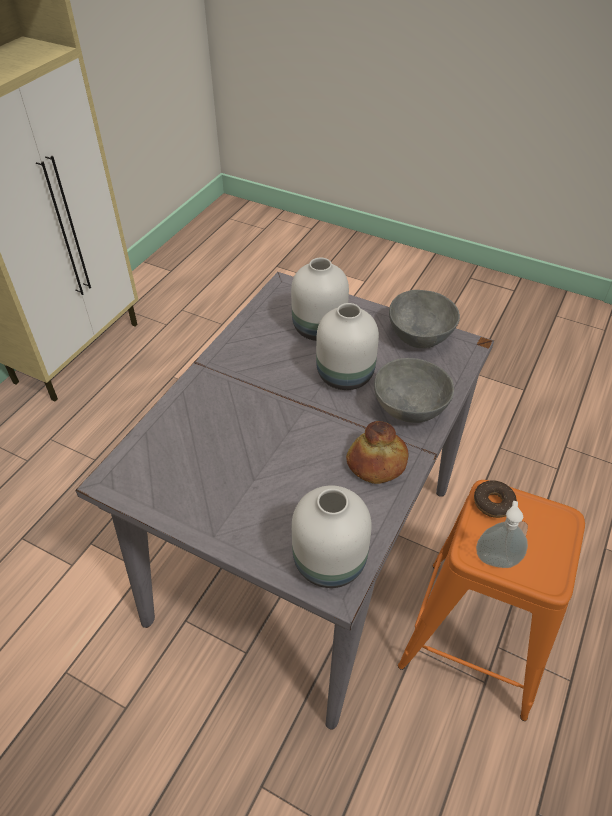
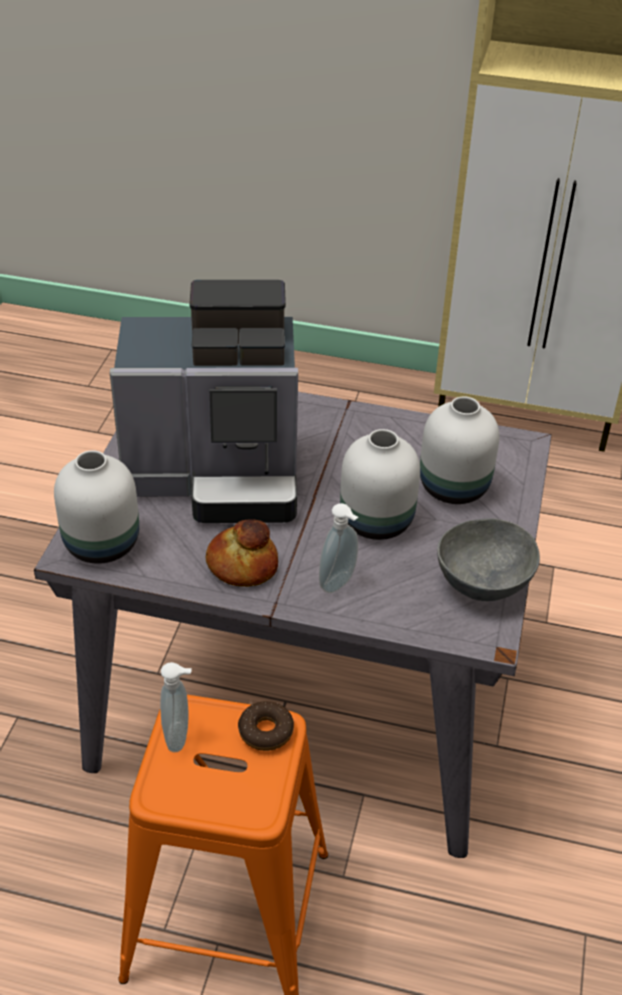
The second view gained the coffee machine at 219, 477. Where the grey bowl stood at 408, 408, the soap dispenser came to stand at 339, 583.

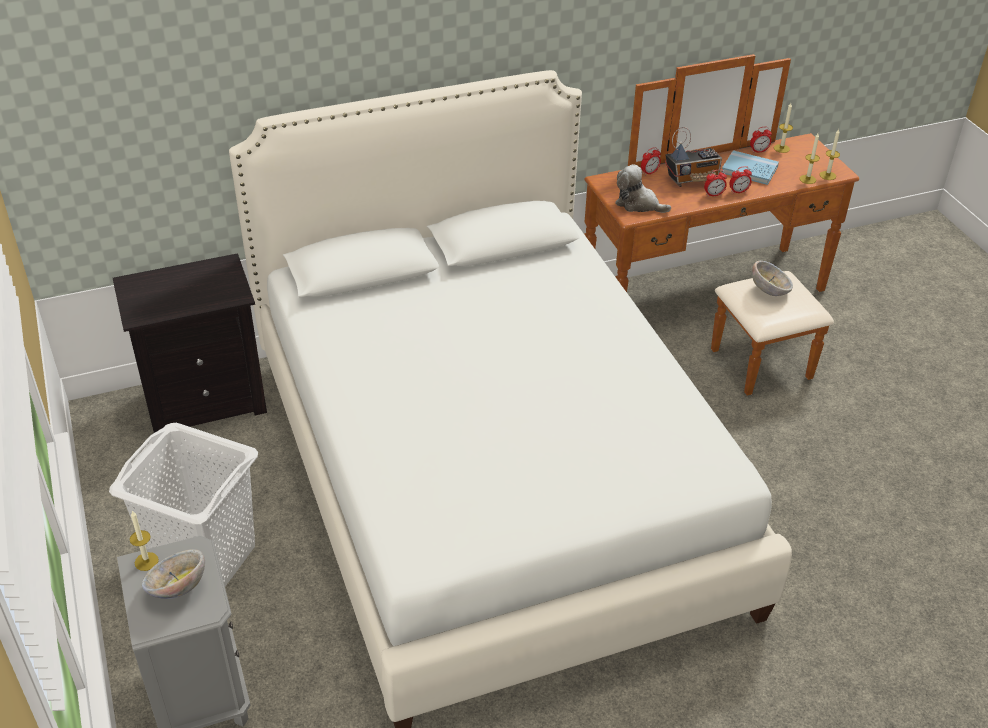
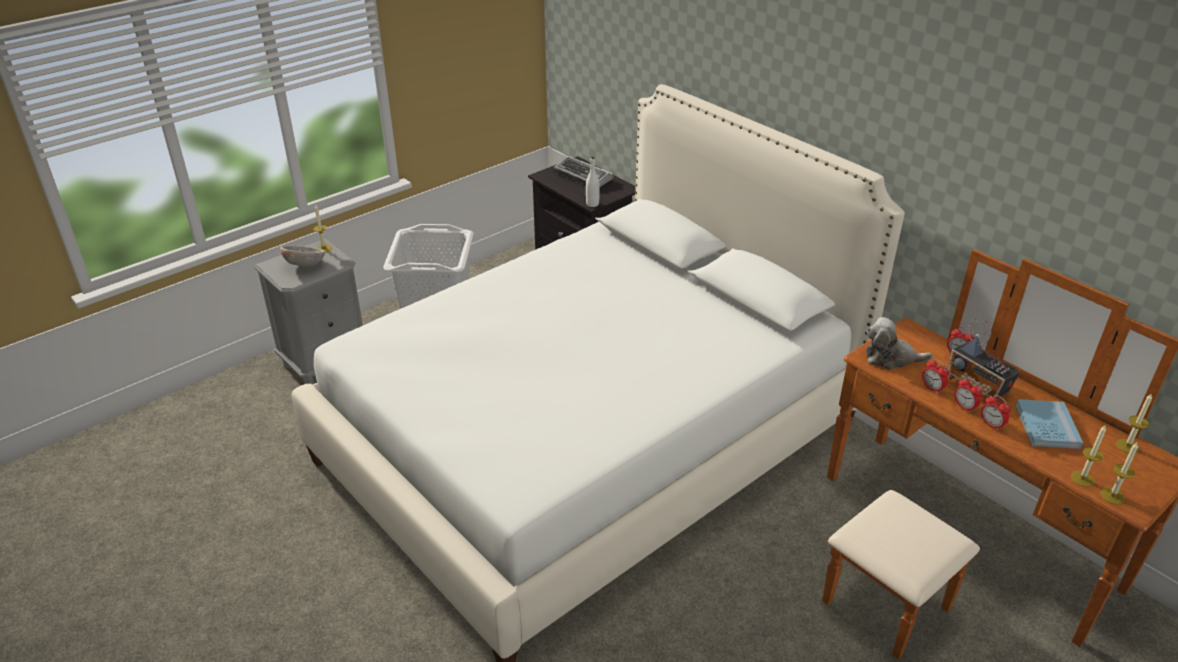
The second view lost the bowl at 769, 290. The second view gained the keyboard at 584, 177. The second view gained the white bottle at 592, 204. The alarm clock ended up elsewhere, having gone from 759, 151 to 932, 388. The plush toy at 638, 204 ended up facing another way, 90 degrees counterclockwise from before.

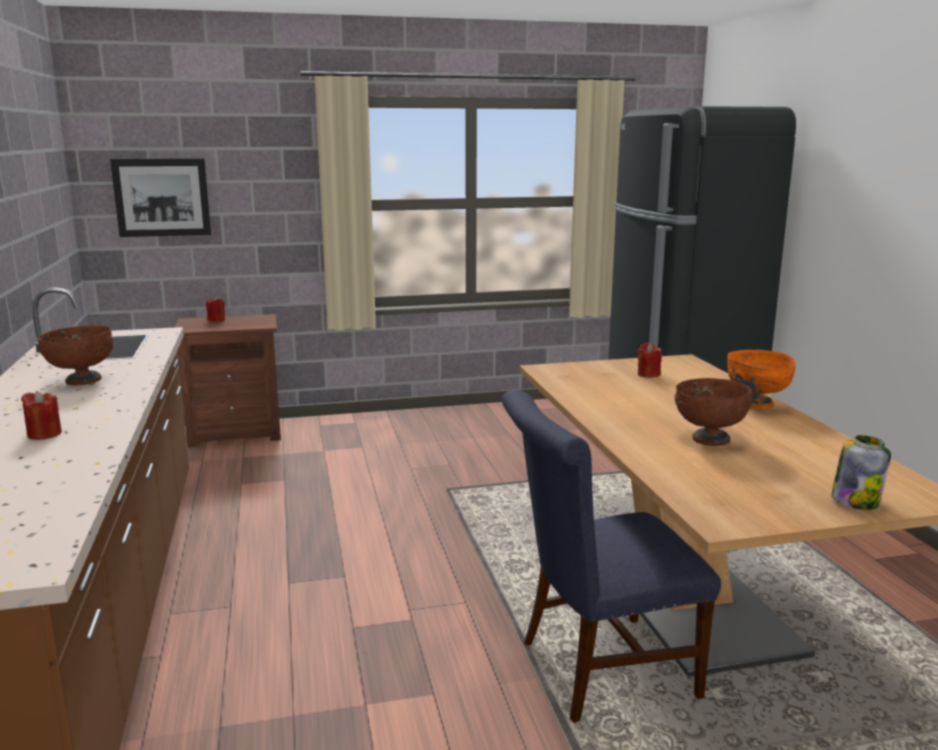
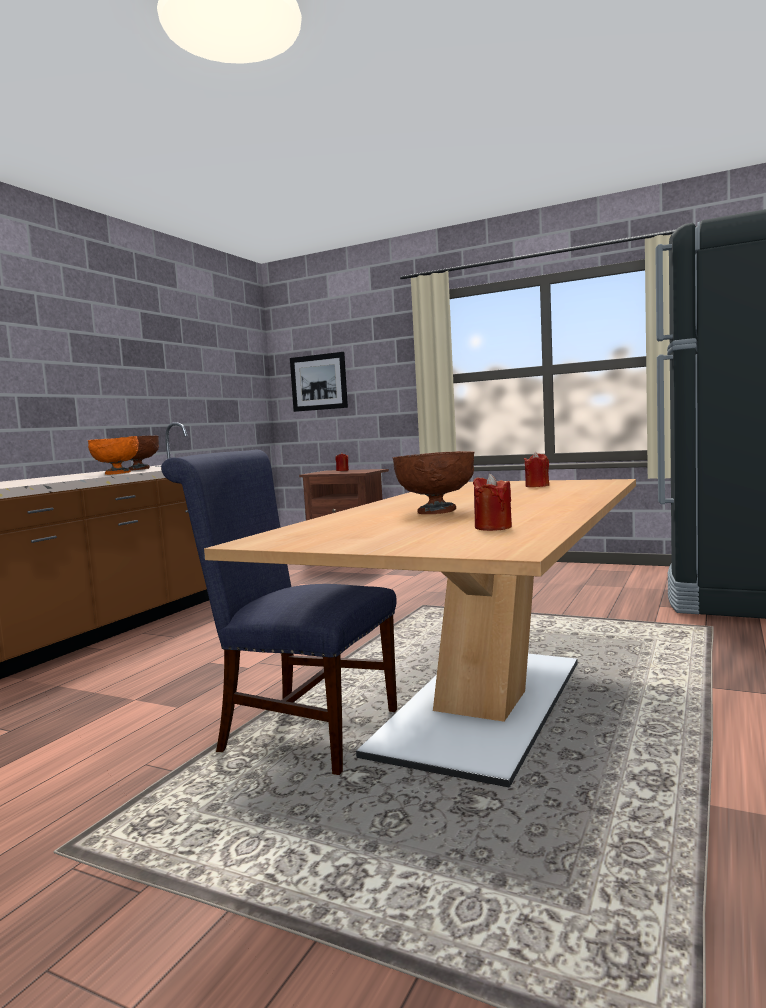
The second view lost the jar at 855, 501. The red candle ended up elsewhere, having gone from 44, 434 to 493, 527. The orange bowl ended up elsewhere, having gone from 756, 404 to 117, 473.

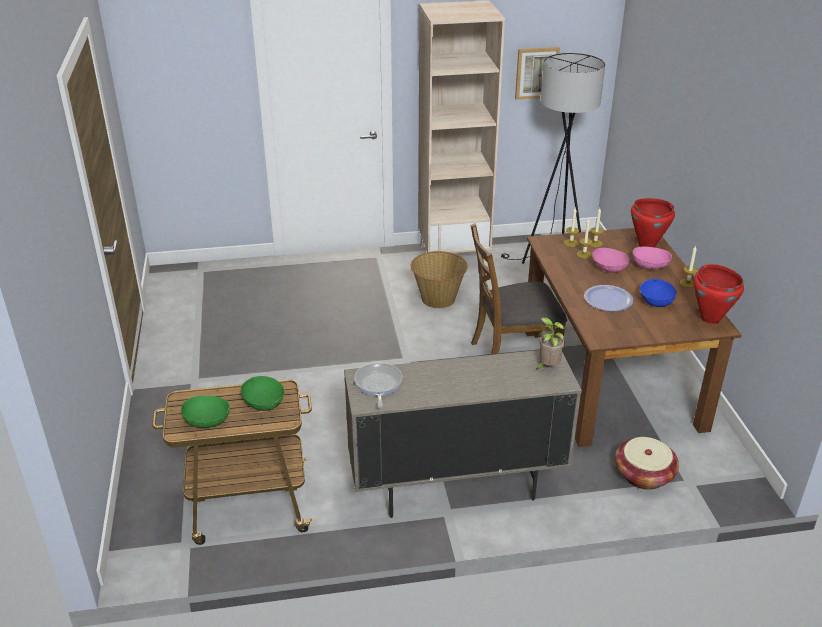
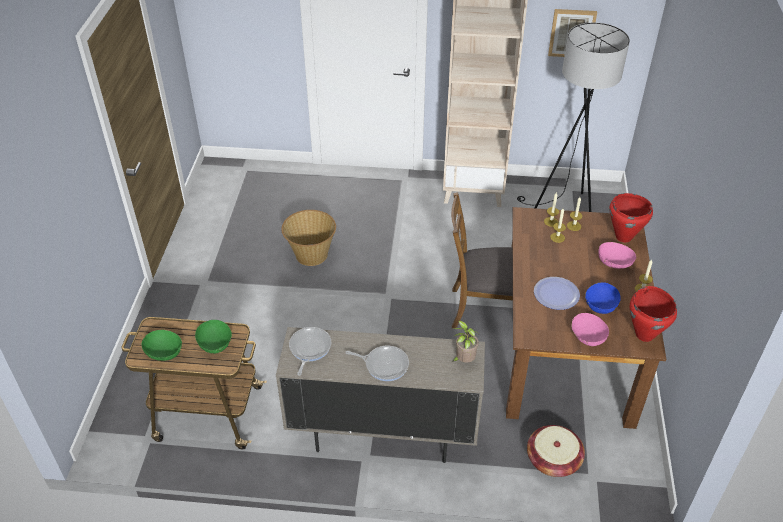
The second view gained the frying pan at 384, 365. The basket ended up elsewhere, having gone from 438, 299 to 311, 255. The pink bowl ended up elsewhere, having gone from 608, 269 to 587, 337.

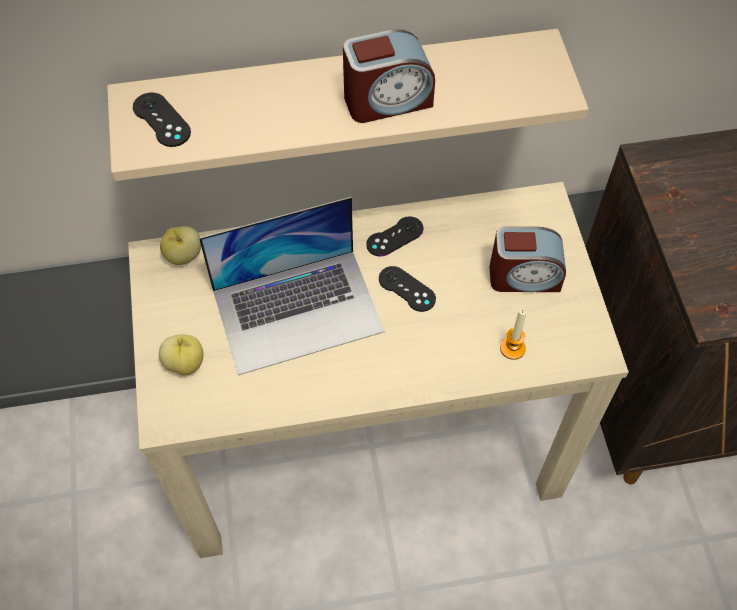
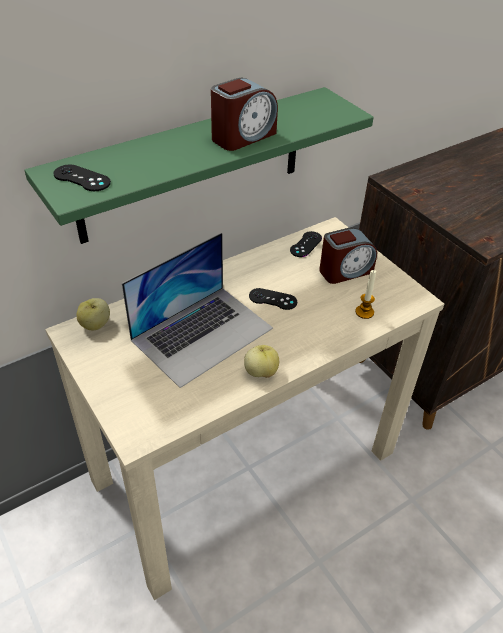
The apple ended up elsewhere, having gone from 185, 363 to 261, 372. The black game controller ended up elsewhere, having gone from 395, 236 to 306, 244. What was the beige shelf at 338, 99 turned into the green shelf at 193, 165.

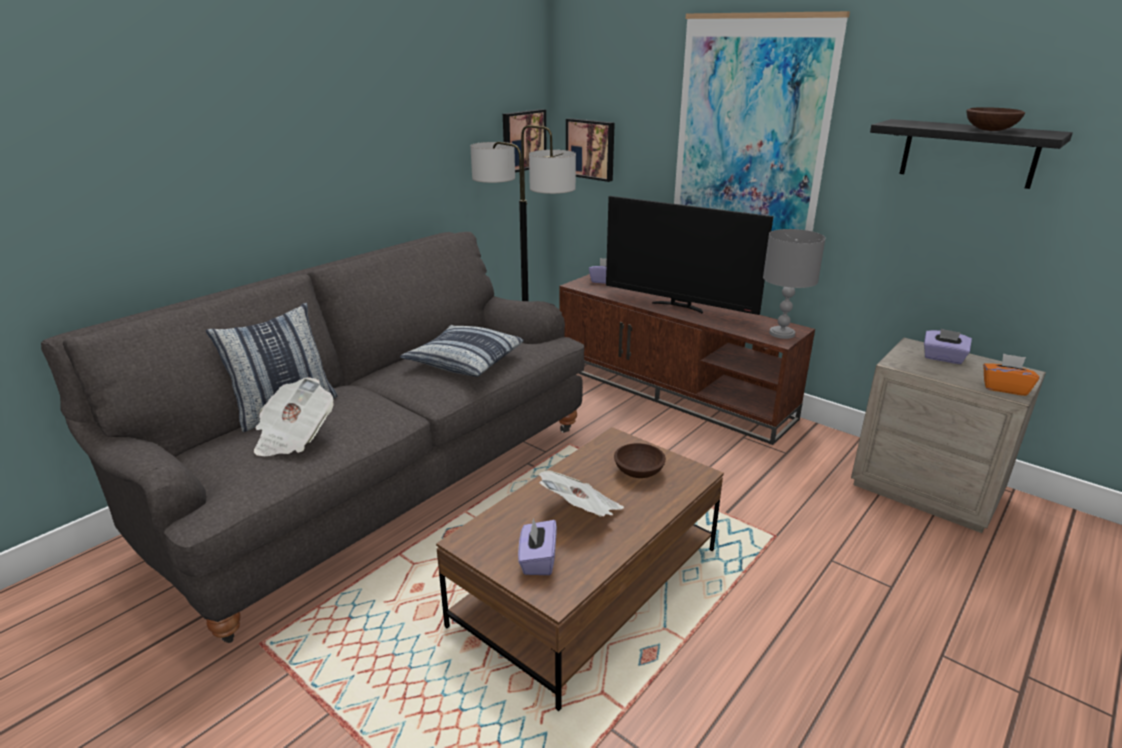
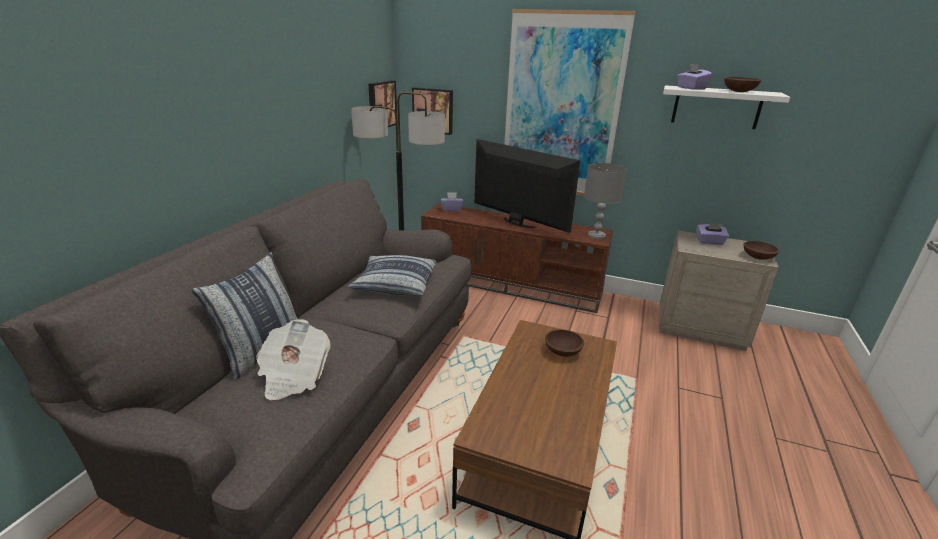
The second view lost the newspaper at 581, 512. The purple tissue box ended up elsewhere, having gone from 538, 560 to 691, 88. Where the orange tissue box stood at 1004, 388, the brown bowl came to stand at 757, 257. What was the black shelf at 968, 153 turned into the white shelf at 716, 107. The television at 679, 306 ended up facing another way, 150 degrees counterclockwise from before.

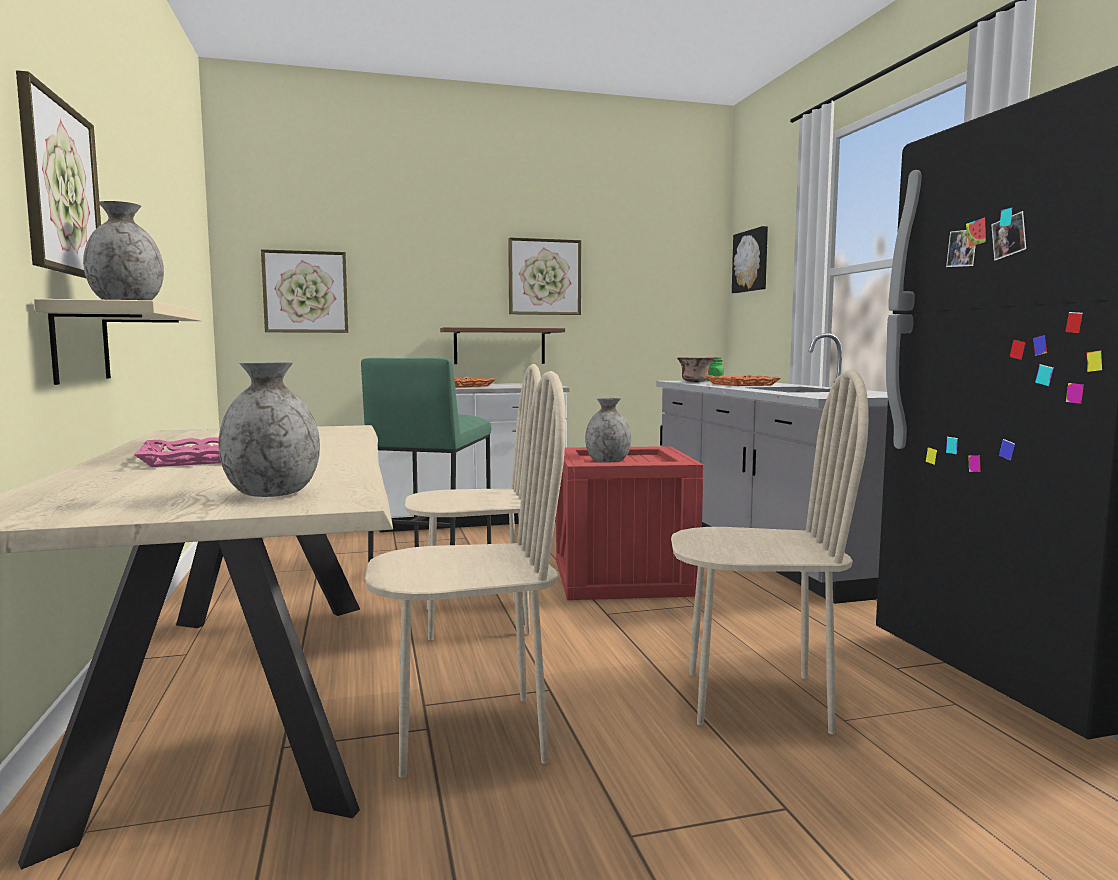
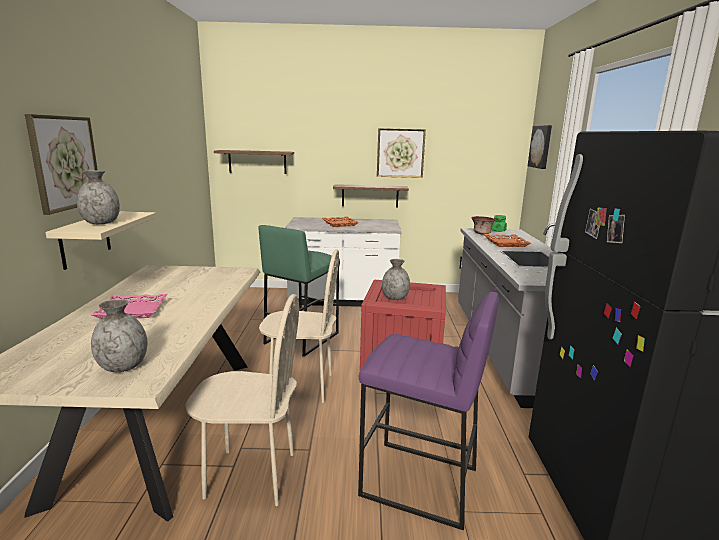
Where the picture hung at 305, 292, the brown shelf came to hang at 257, 162. Where the beige chair stood at 756, 700, the purple stool came to stand at 418, 483.

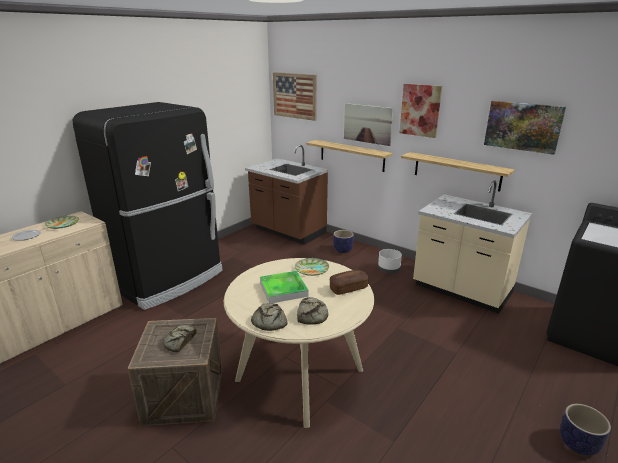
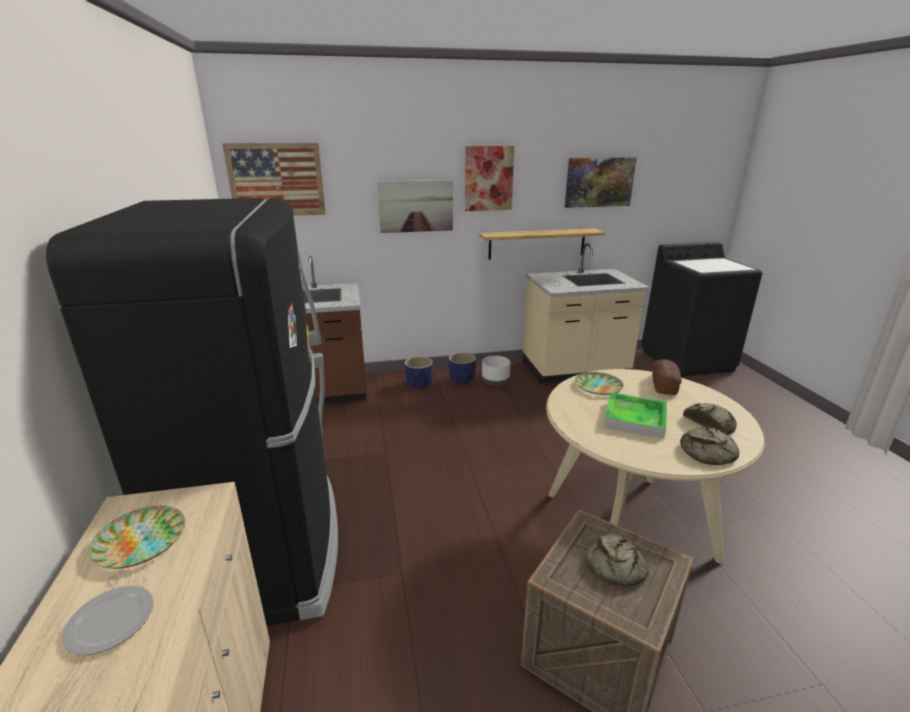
The second view lost the shelf at 351, 155. The planter ended up elsewhere, having gone from 577, 443 to 461, 379.

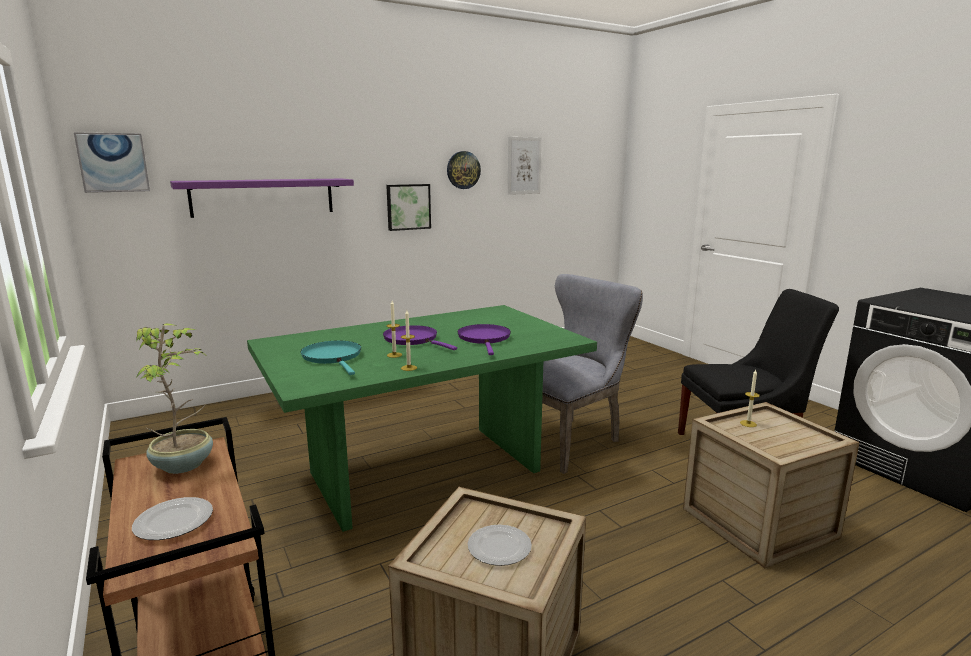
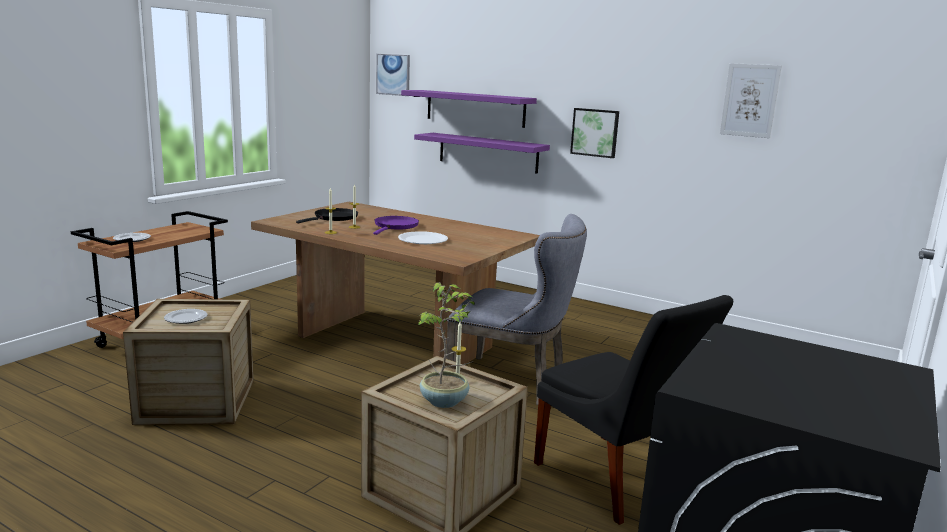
The second view lost the wall clock at 463, 170. The second view gained the purple shelf at 488, 152. The potted plant ended up elsewhere, having gone from 185, 464 to 445, 401. Where the purple frying pan stood at 484, 339, the white plate came to stand at 423, 240. What was the green dining table at 425, 471 turned into the brown dining table at 396, 341. What was the turquoise frying pan at 333, 357 turned into the black frying pan at 334, 218.

